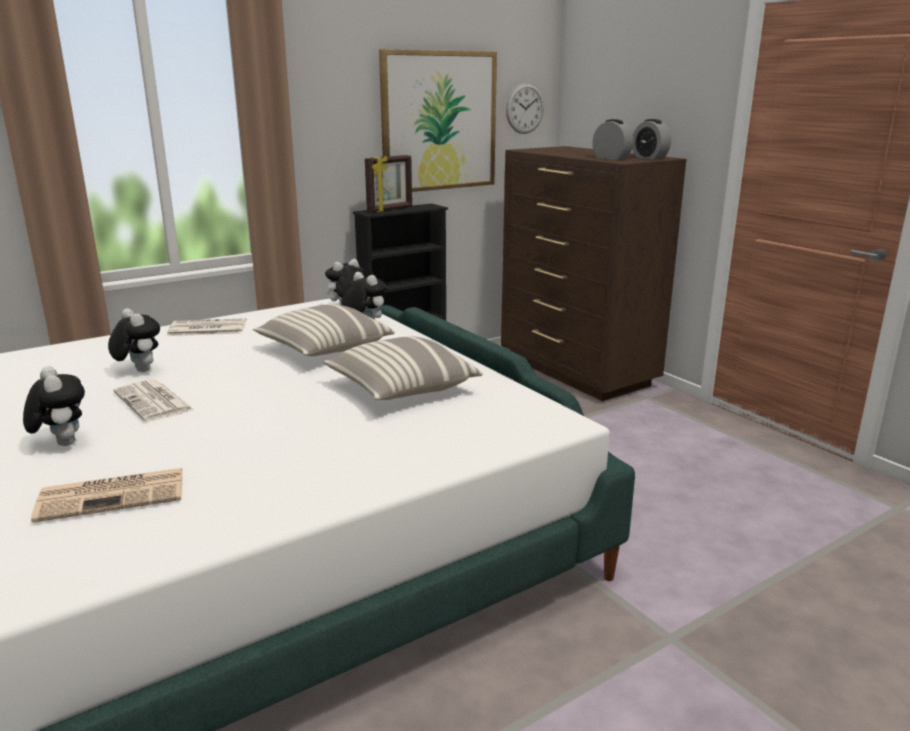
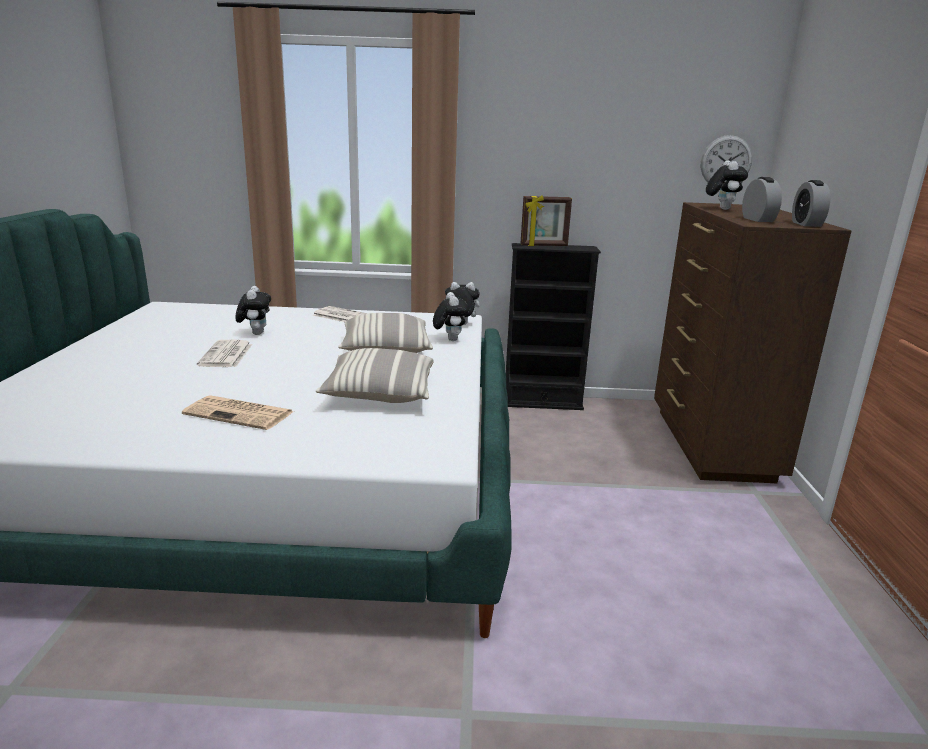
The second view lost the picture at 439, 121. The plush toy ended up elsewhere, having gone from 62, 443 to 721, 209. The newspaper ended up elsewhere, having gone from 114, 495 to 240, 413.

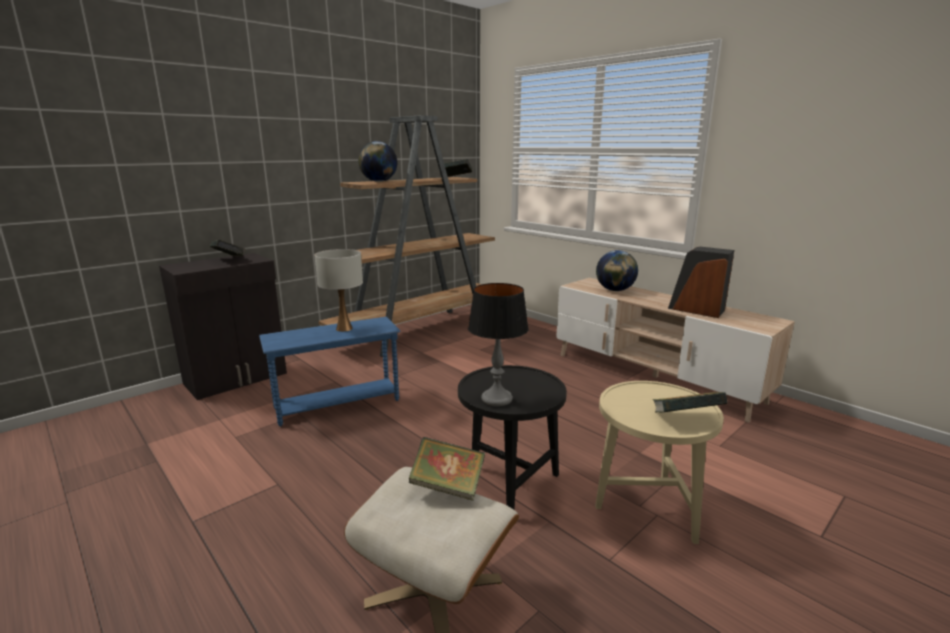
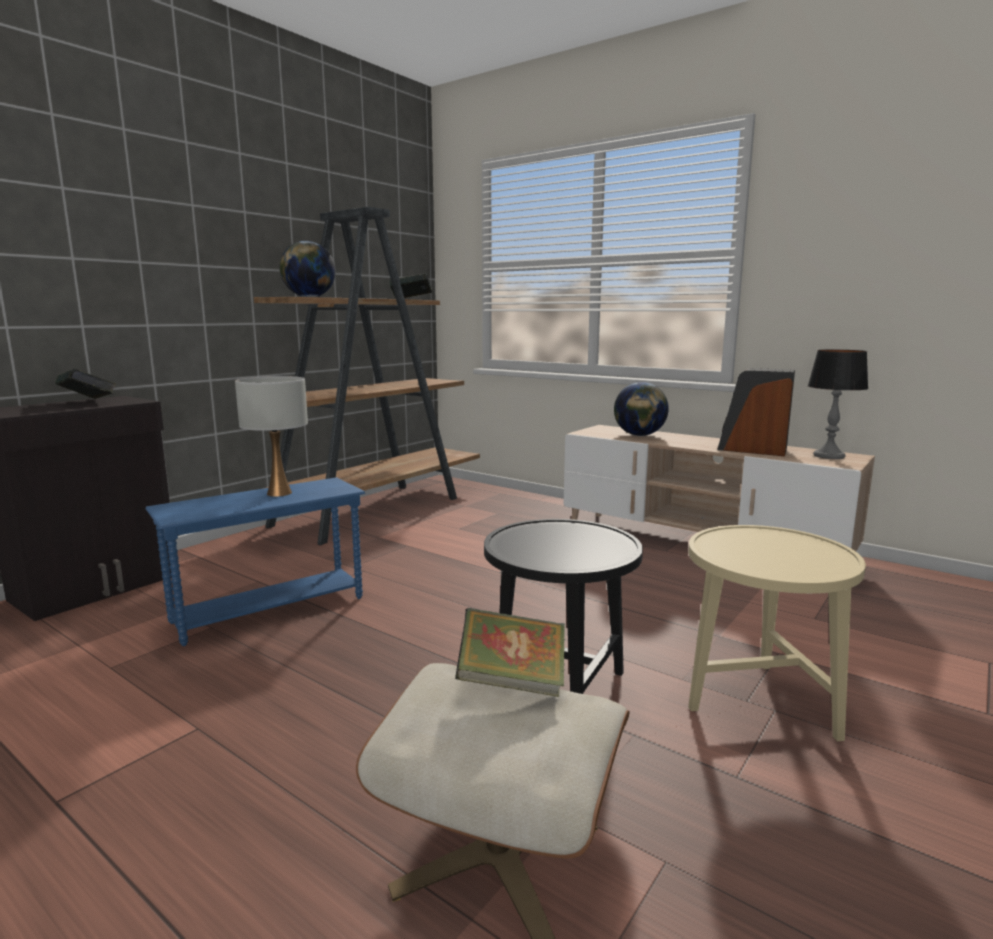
The second view lost the book at 685, 420. The table lamp ended up elsewhere, having gone from 497, 399 to 829, 456.

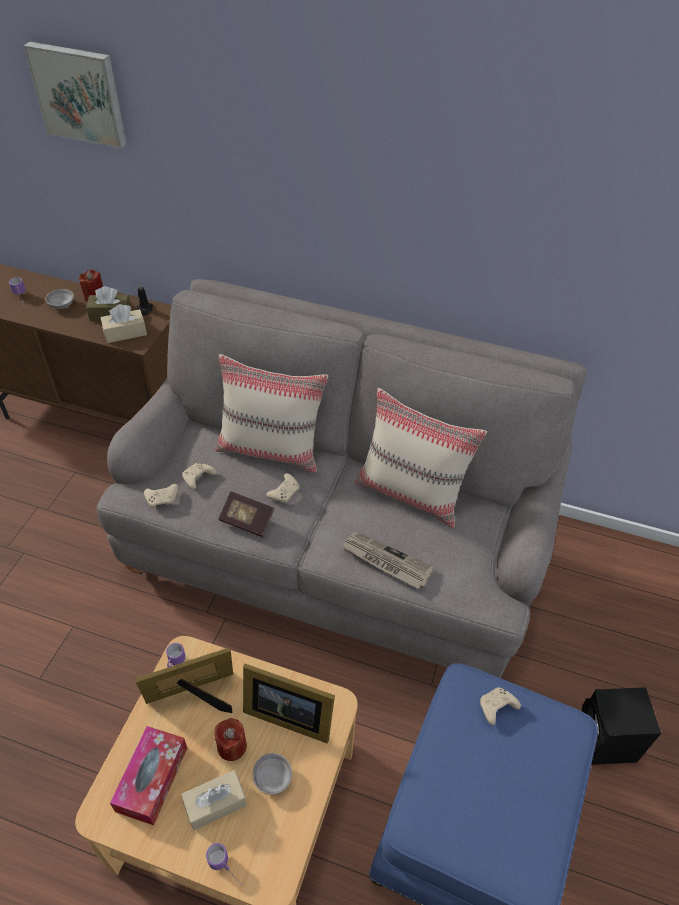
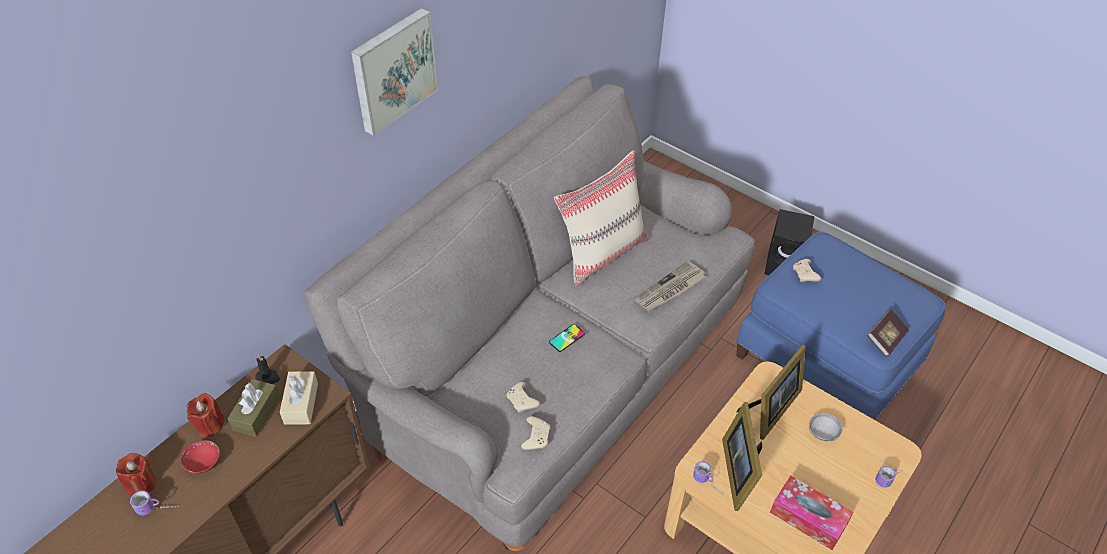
The second view lost the beige tissue box at 215, 803. The second view lost the beige pillow at 271, 449. The picture ended up elsewhere, having gone from 79, 94 to 392, 70. The red candle ended up elsewhere, having gone from 232, 746 to 141, 484. The book ended up elsewhere, having gone from 247, 520 to 885, 339. Where the beige game controller stood at 285, 492, the phone came to stand at 567, 338. What was the grey bowl at 62, 305 turned into the red bowl at 203, 463.

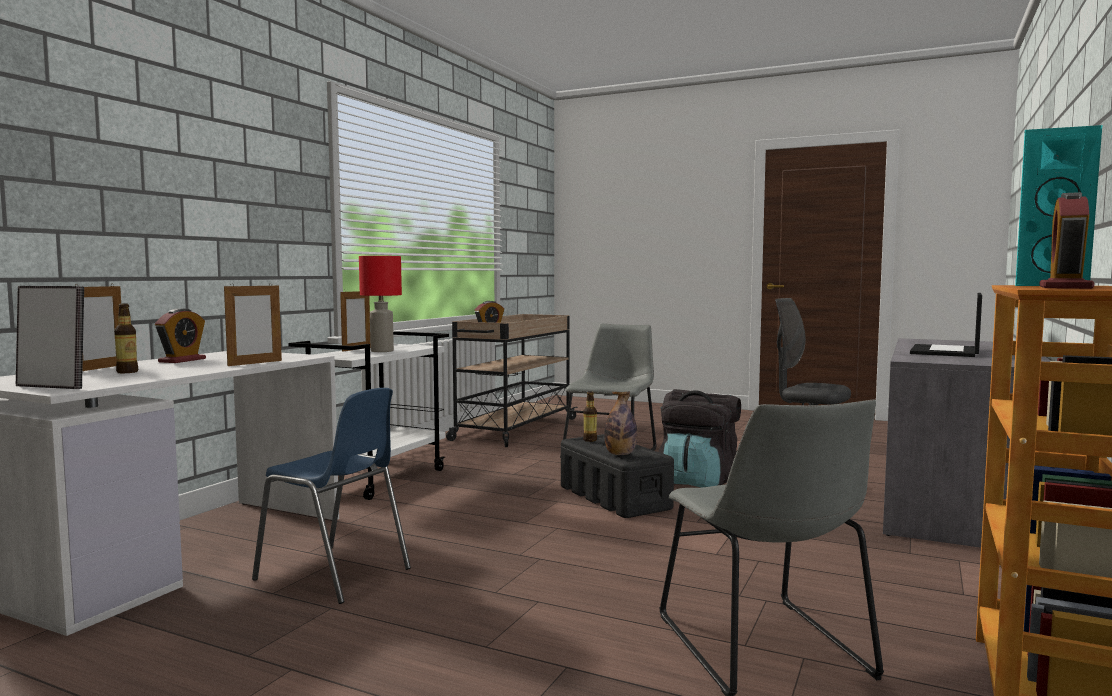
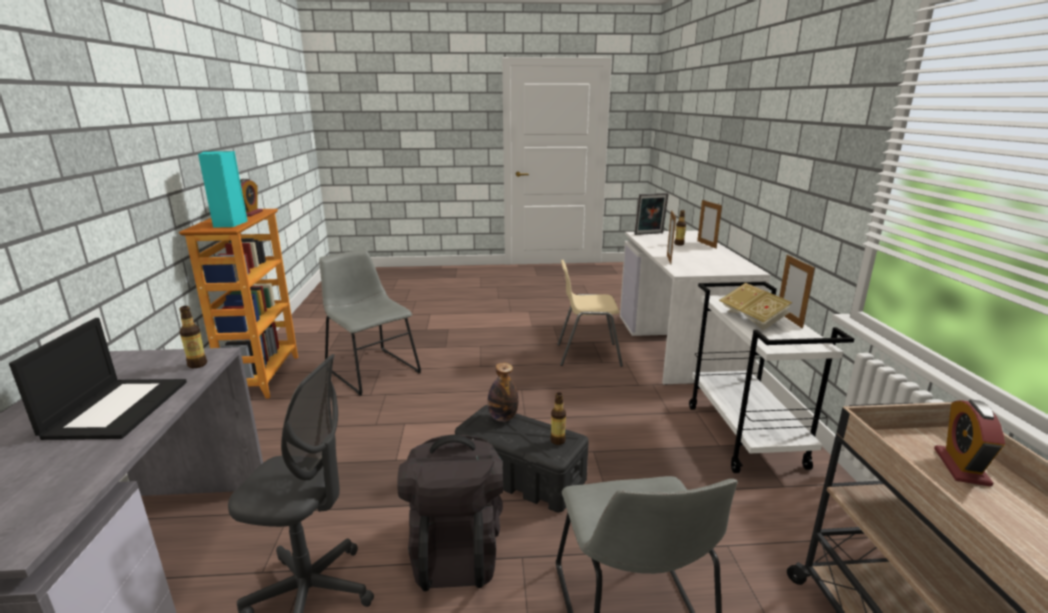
The second view lost the alarm clock at 182, 360. The second view gained the bottle at 197, 364. Where the red table lamp stood at 381, 351, the book came to stand at 752, 319. What was the blue chair at 334, 574 turned into the beige chair at 587, 355.

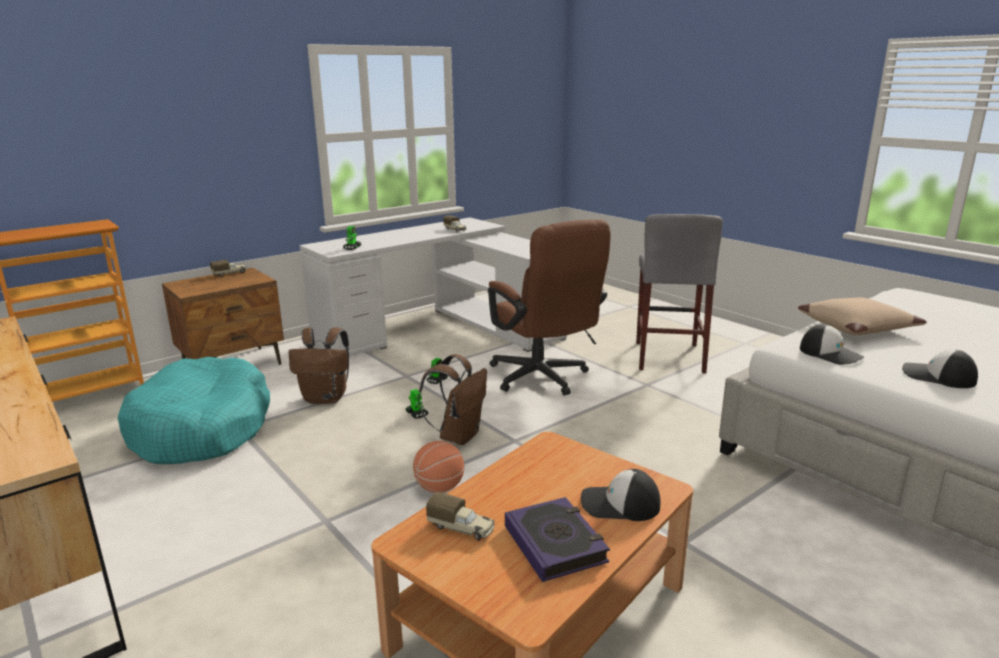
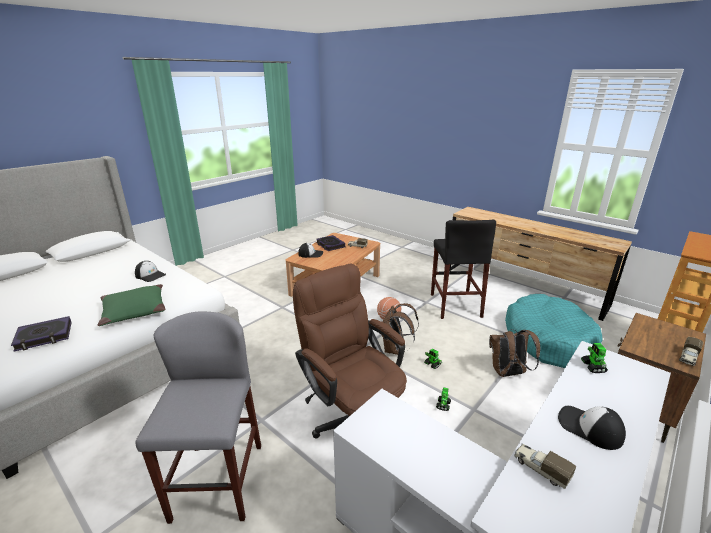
The second view gained the book at 44, 336. The second view gained the black stool at 455, 305. The cap ended up elsewhere, having gone from 830, 354 to 589, 428. What was the beige pillow at 856, 327 turned into the green pillow at 134, 311.

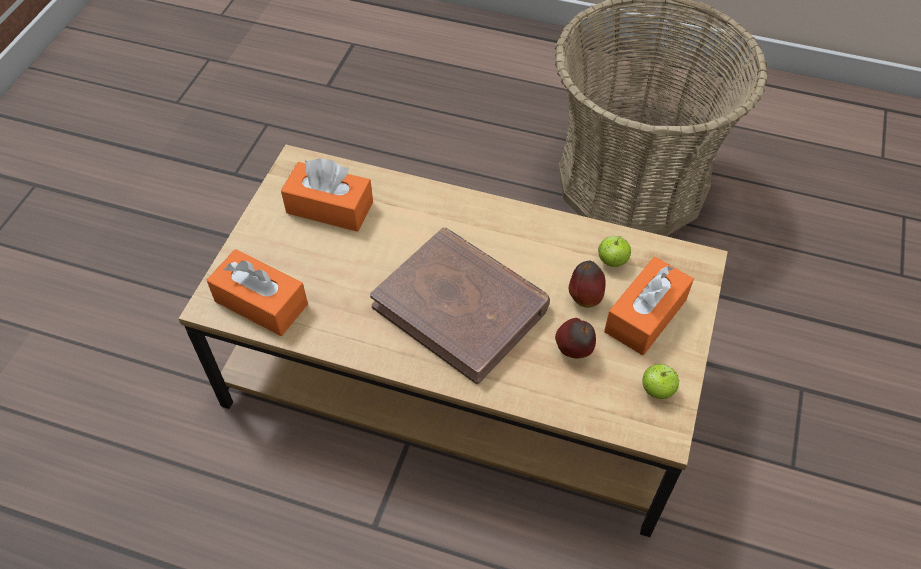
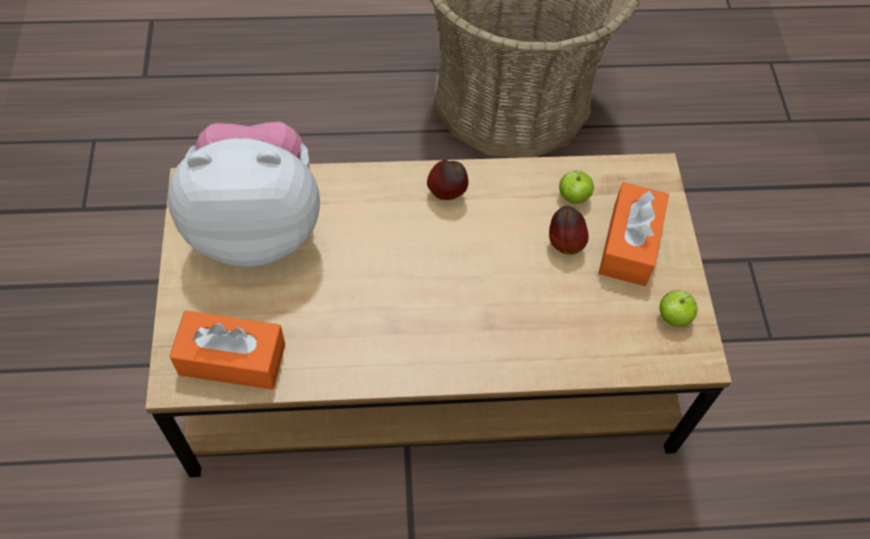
The second view lost the brown book at 461, 307. The apple ended up elsewhere, having gone from 574, 351 to 447, 194. Where the orange tissue box stood at 329, 207, the plush toy came to stand at 256, 227.

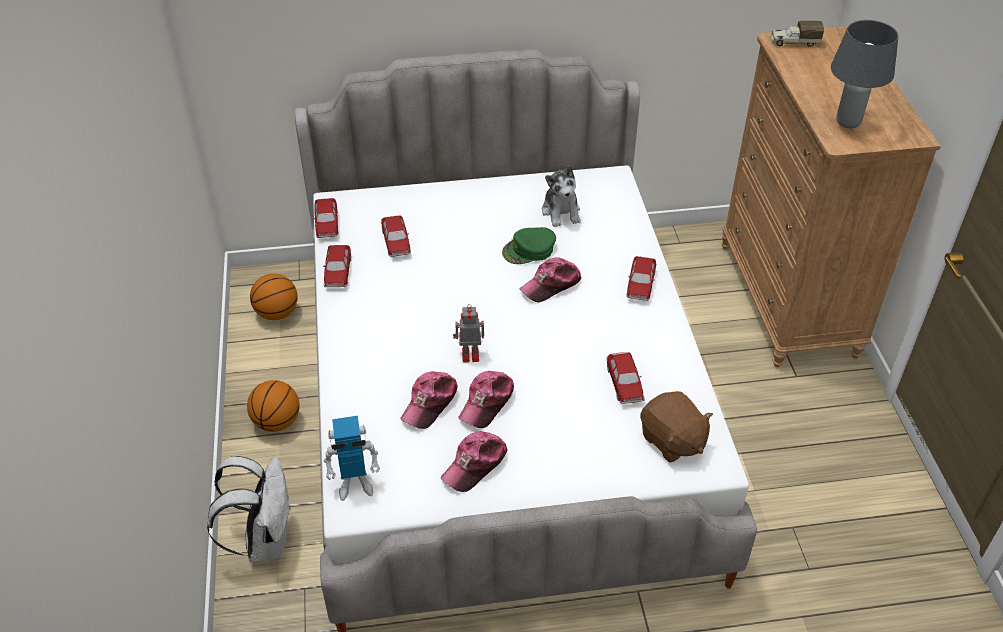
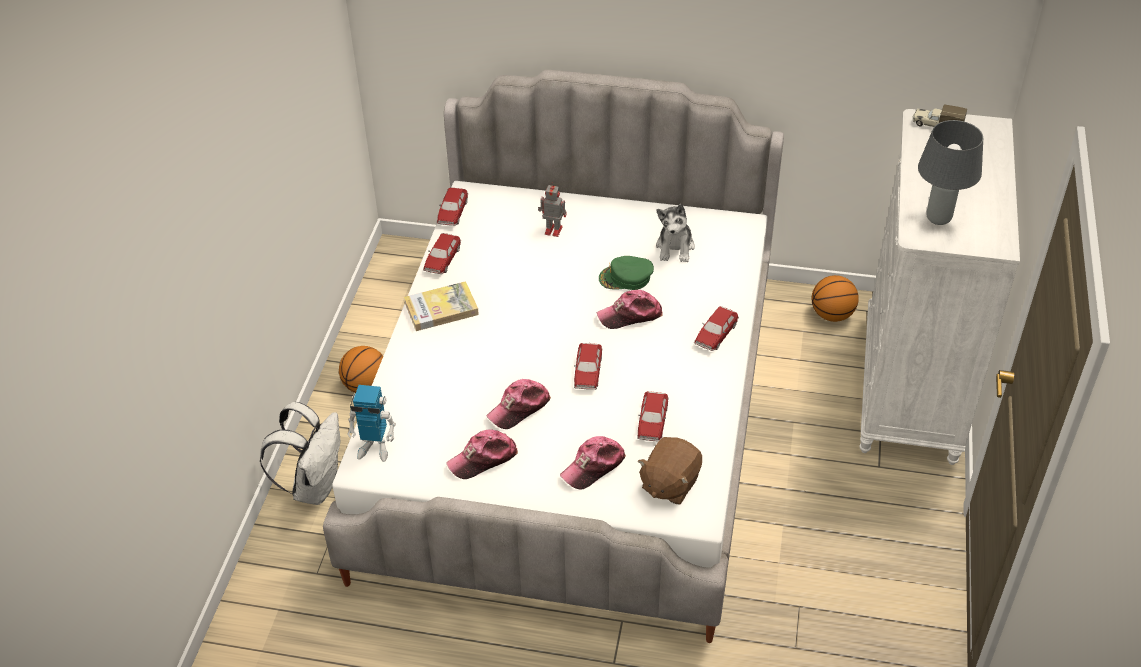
The second view gained the book at 441, 309. The basketball ended up elsewhere, having gone from 277, 313 to 831, 315. The toy car ended up elsewhere, having gone from 396, 242 to 588, 372. The cap ended up elsewhere, having gone from 430, 403 to 593, 466. The toy robot ended up elsewhere, having gone from 469, 355 to 552, 230. What was the brown dresser at 788, 300 turned into the white dresser at 910, 389. The brown plush toy at 672, 441 ended up facing another way, 45 degrees clockwise from before.

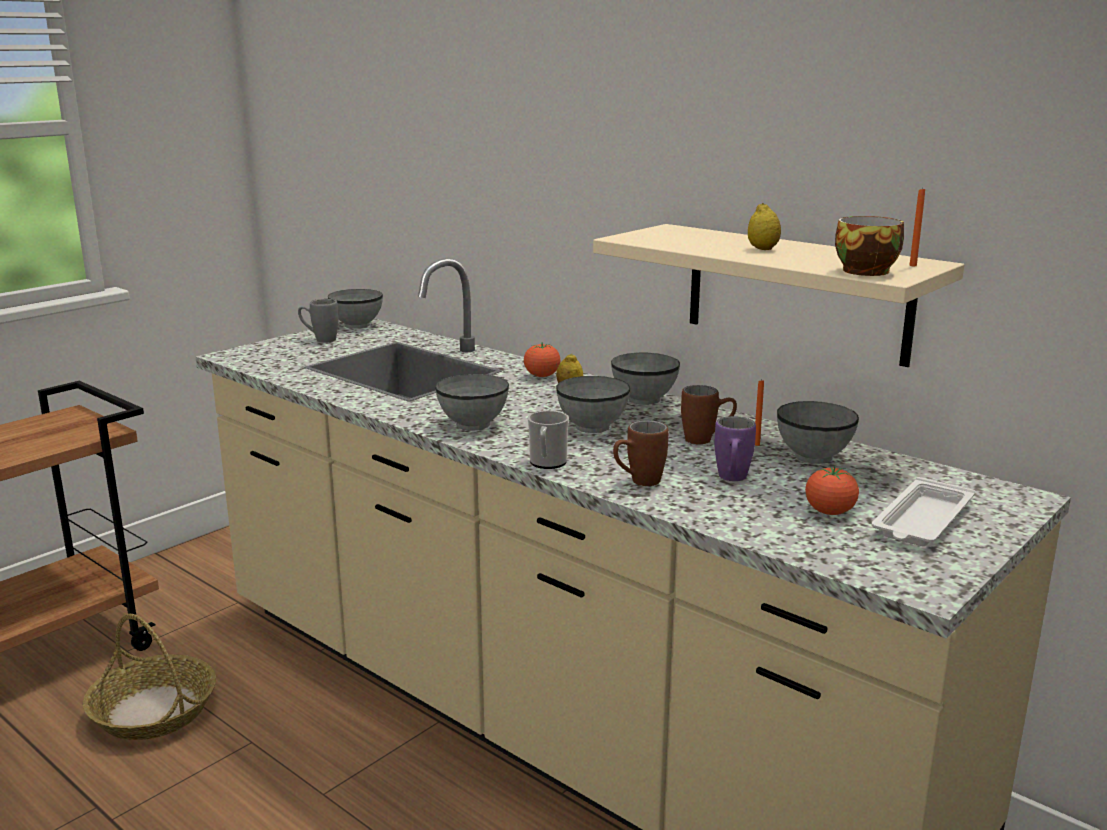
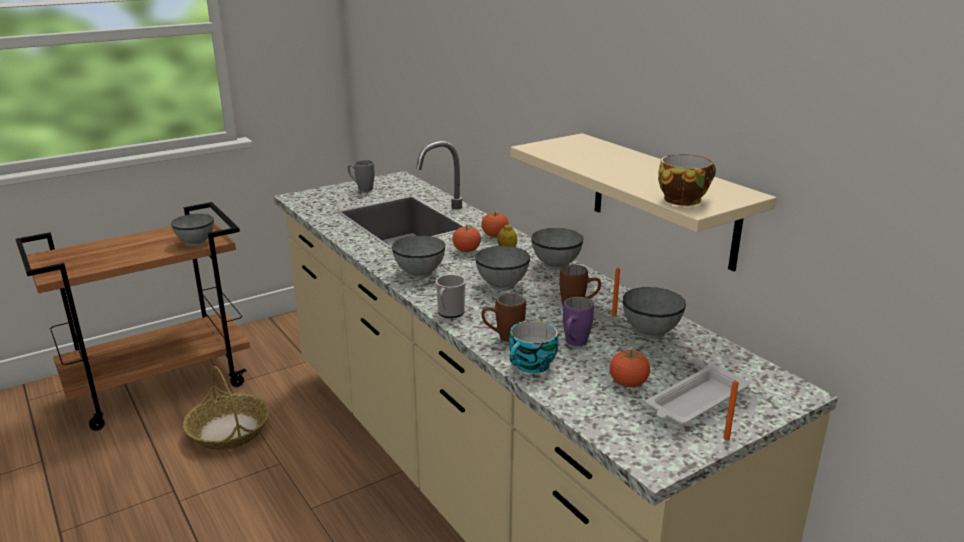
The second view lost the lemon at 763, 249. The second view gained the tomato at 466, 251. The second view gained the cup at 532, 366. The grey bowl ended up elsewhere, having gone from 356, 325 to 195, 242. The orange candle ended up elsewhere, having gone from 913, 265 to 726, 438.

